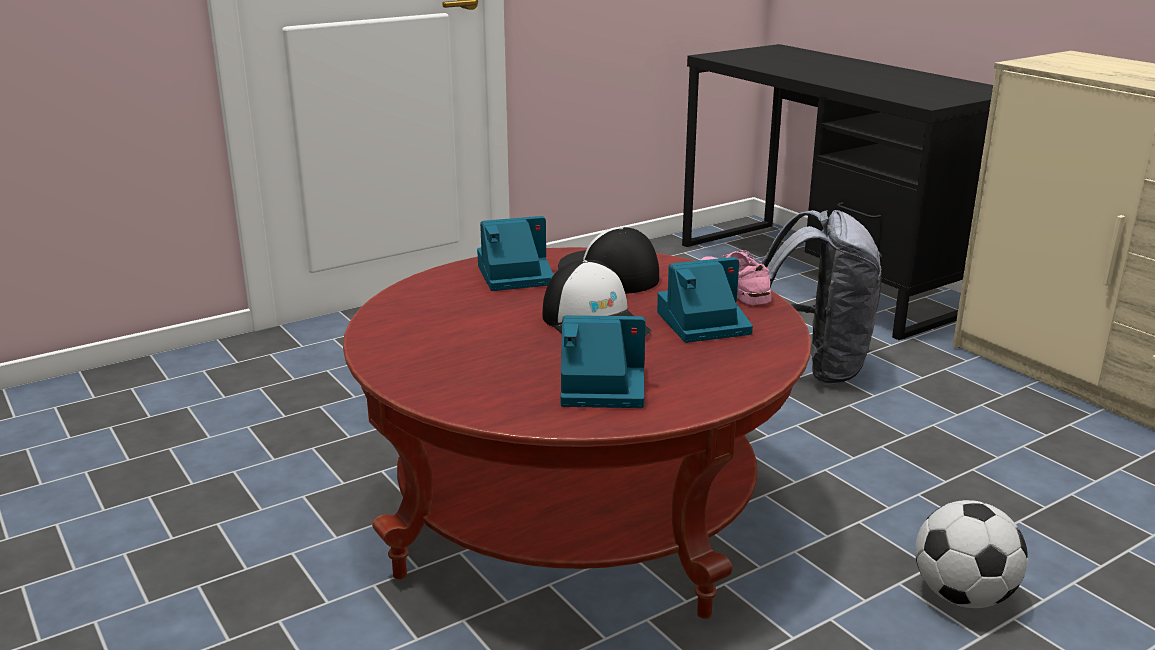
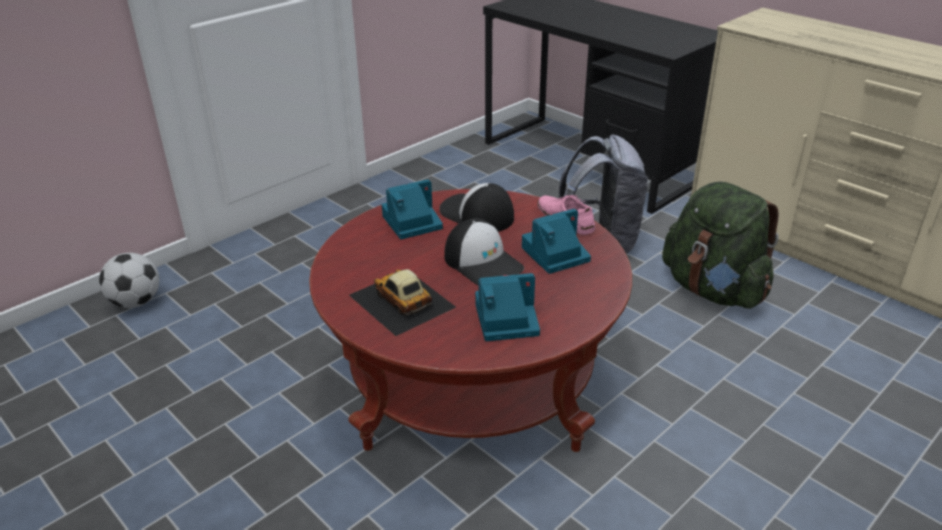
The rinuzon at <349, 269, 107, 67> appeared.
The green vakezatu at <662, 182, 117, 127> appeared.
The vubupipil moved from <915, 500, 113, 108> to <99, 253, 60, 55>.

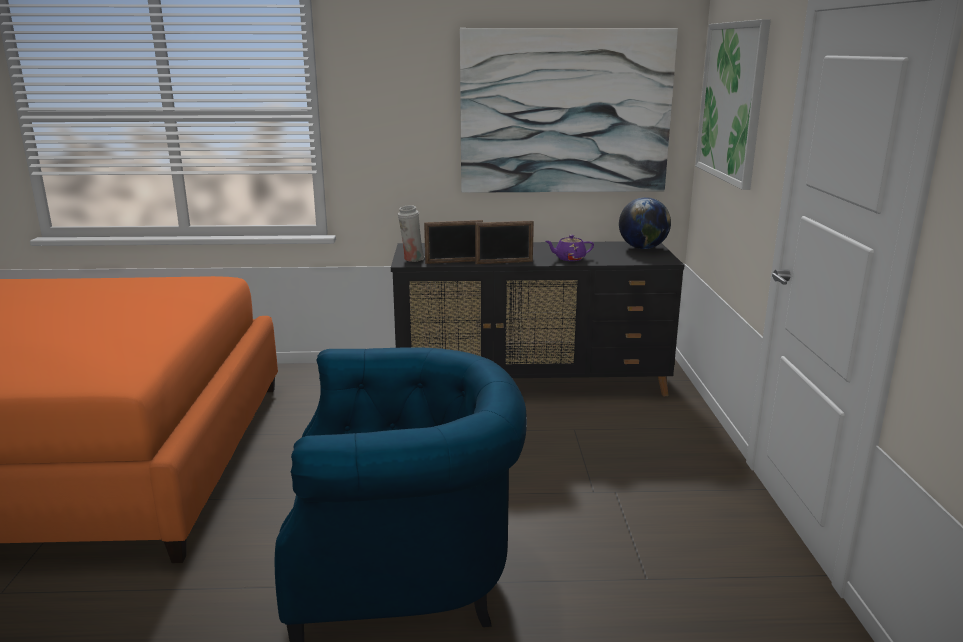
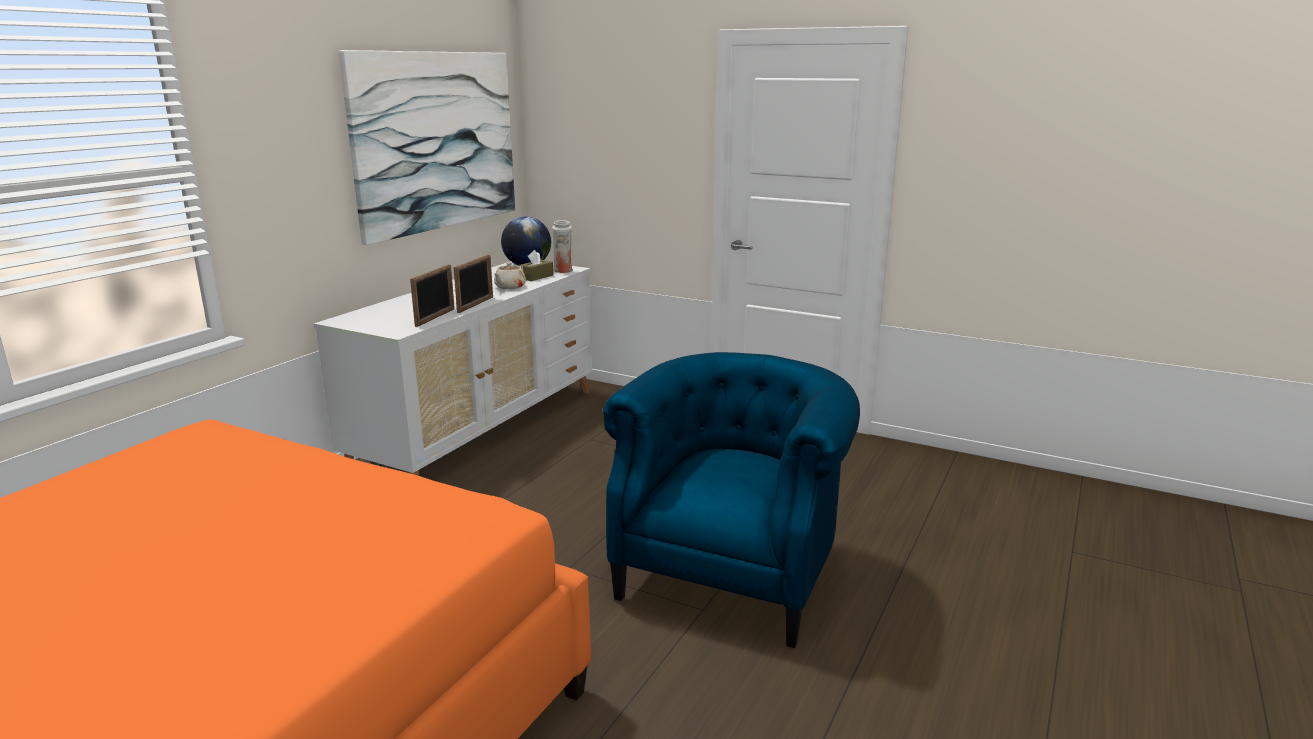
The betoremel at <695, 19, 76, 171> disappeared.
The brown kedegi at <518, 250, 36, 31> appeared.
The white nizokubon moved from <398, 205, 27, 57> to <552, 220, 21, 53>.
The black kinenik at <391, 241, 294, 156> became the white kinenik at <313, 261, 279, 215>.
The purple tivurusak at <546, 235, 48, 26> became the beige tivurusak at <494, 262, 32, 27>.

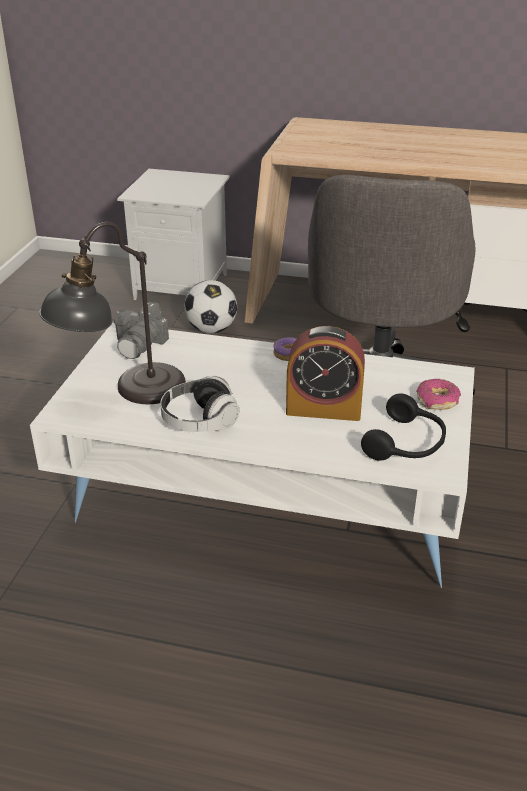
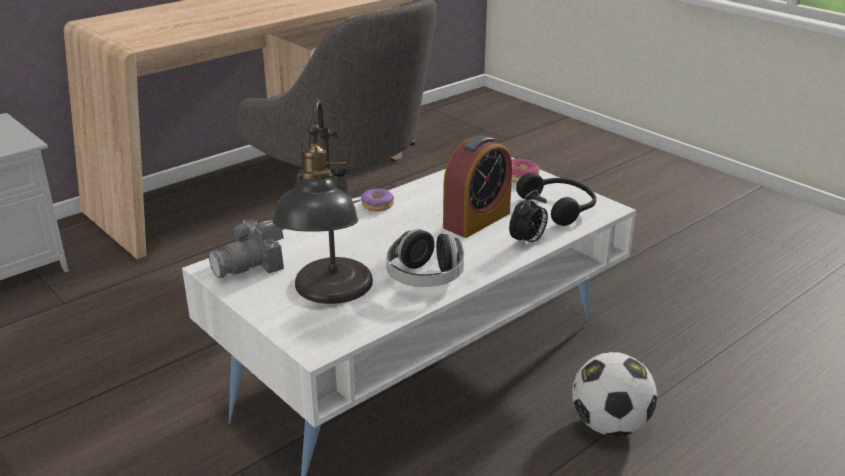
The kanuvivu at <509, 190, 39, 58> appeared.
The vubupipil moved from <184, 280, 53, 53> to <572, 352, 85, 85>.
The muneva at <114, 302, 55, 57> turned 90 degrees clockwise.

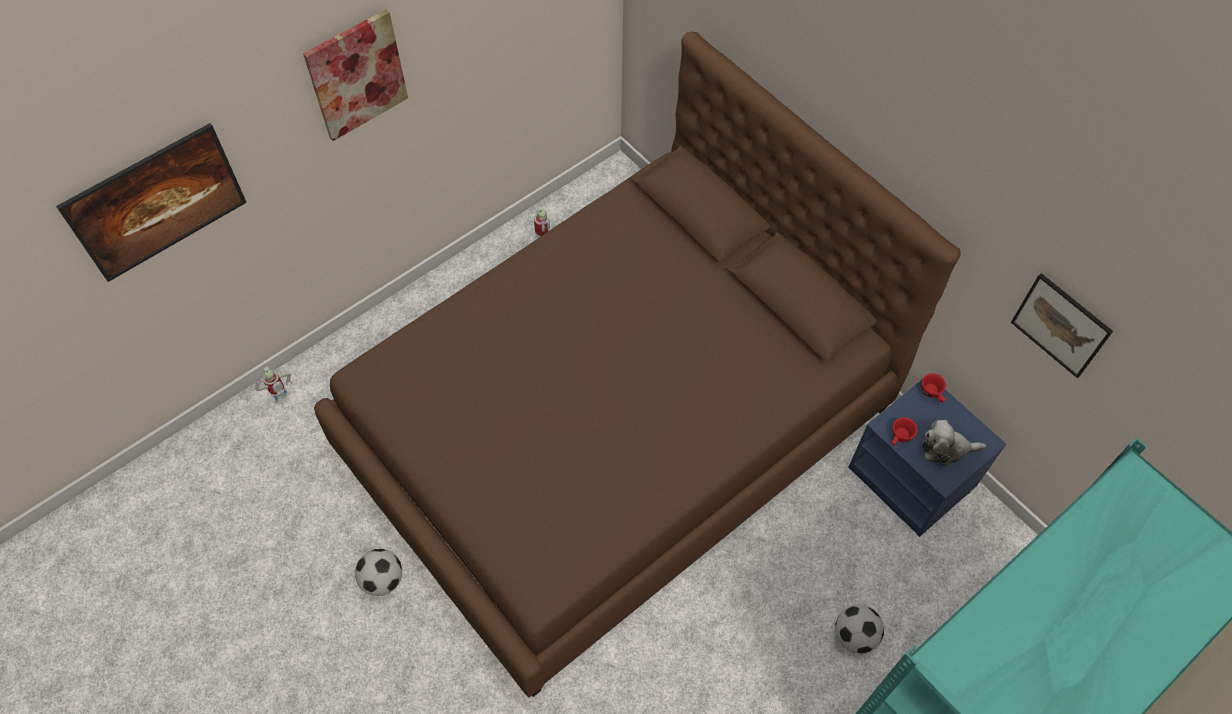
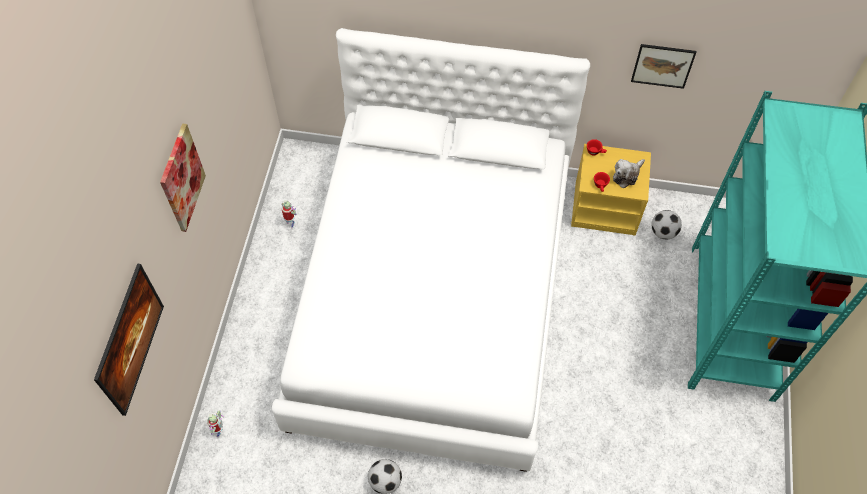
The vubupipil moved from <835, 604, 49, 50> to <651, 210, 31, 29>.
The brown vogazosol at <314, 32, 647, 666> became the white vogazosol at <272, 28, 318, 444>.
The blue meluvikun at <848, 380, 159, 157> became the yellow meluvikun at <571, 144, 80, 92>.

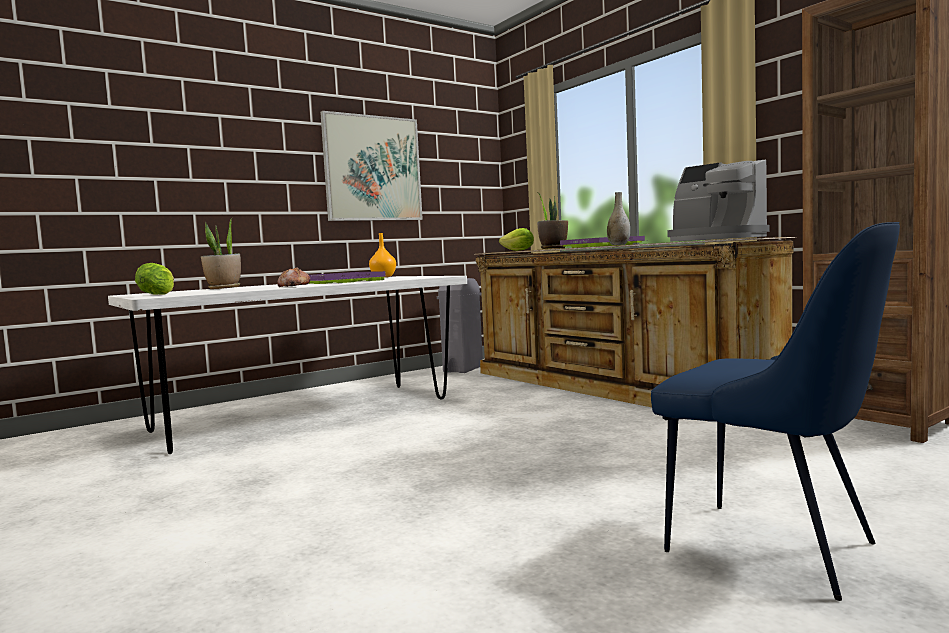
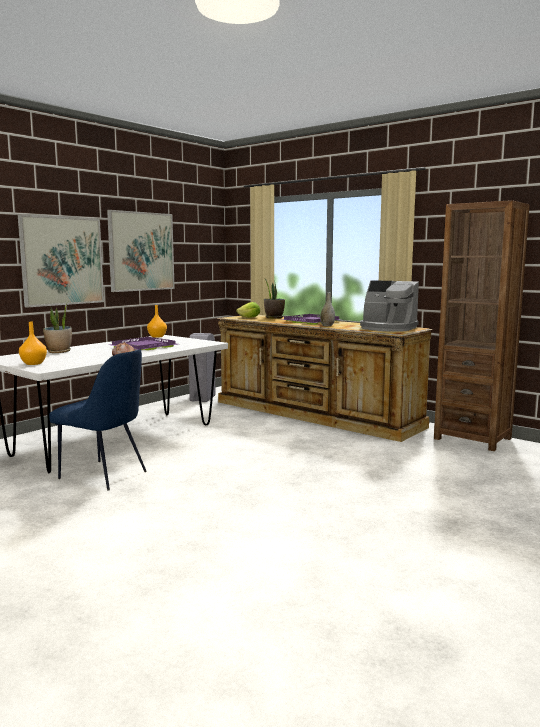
The betoremel at <18, 214, 86, 94> appeared.
The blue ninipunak moved from <651, 222, 249, 379> to <49, 349, 98, 142>.
The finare at <135, 263, 39, 32> was replaced by the orange nizokubon at <19, 322, 28, 43>.

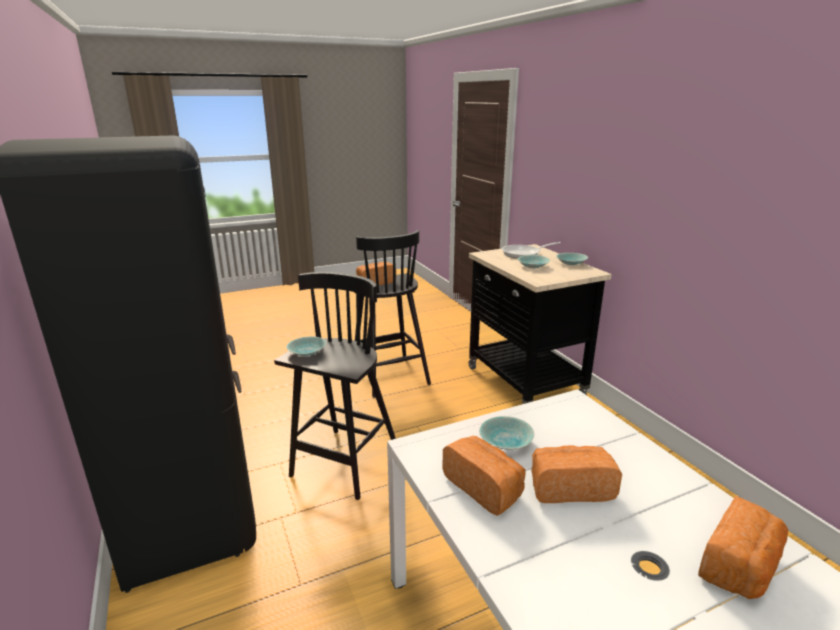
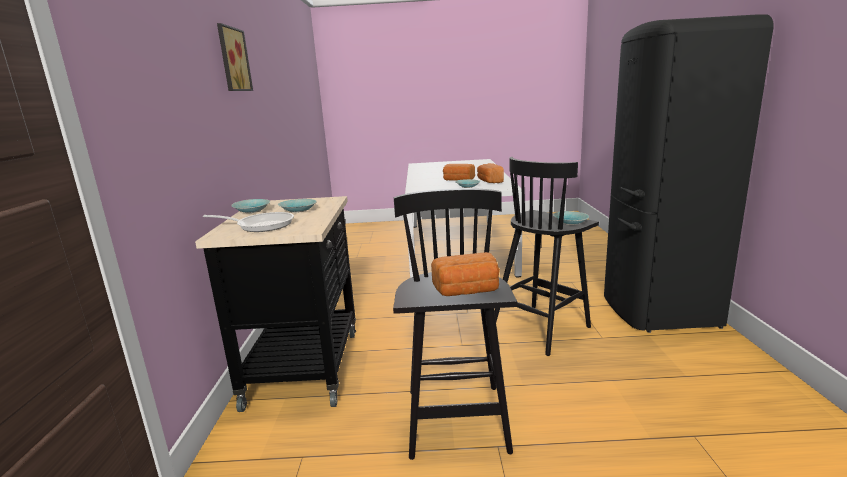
The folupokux at <698, 496, 90, 103> disappeared.
The betoremel at <217, 23, 36, 68> appeared.

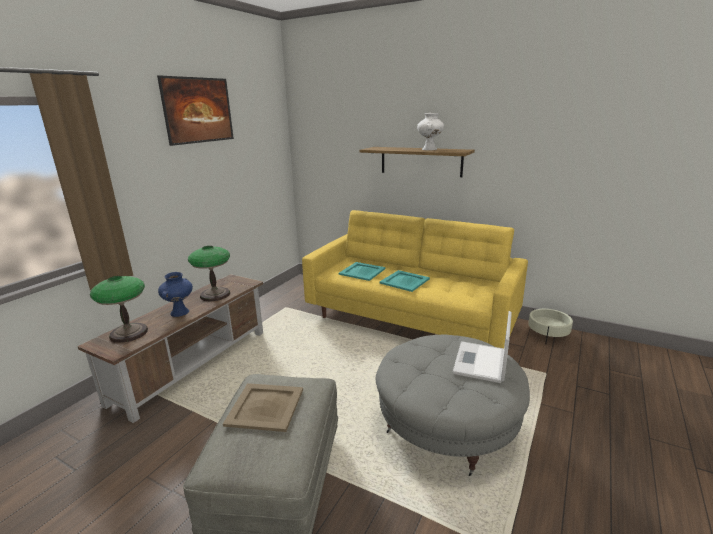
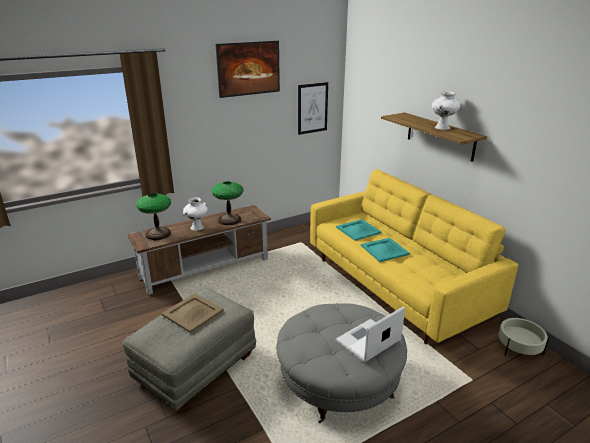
The betoremel at <298, 82, 30, 53> appeared.
The blue nizokubon at <158, 272, 35, 45> became the white nizokubon at <183, 197, 25, 34>.

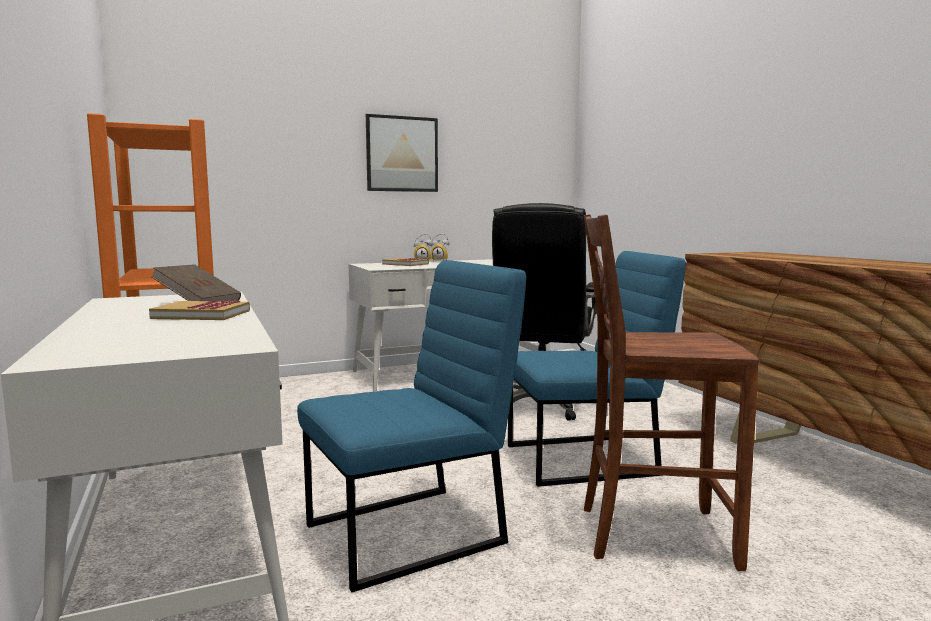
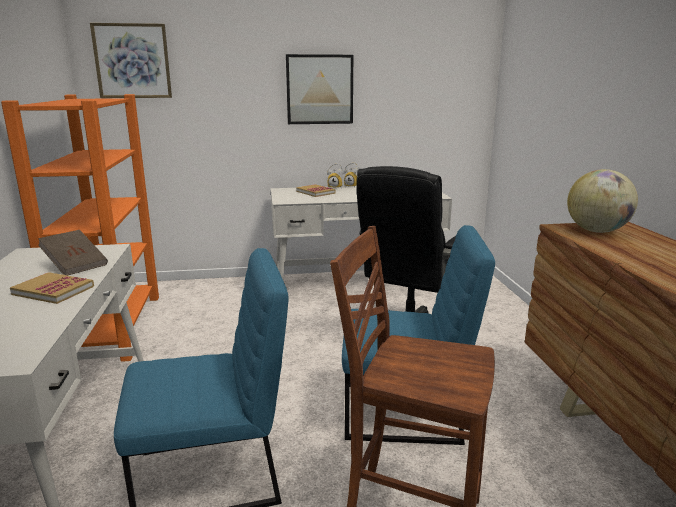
The betoremel at <90, 23, 82, 75> appeared.
The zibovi at <567, 169, 71, 64> appeared.

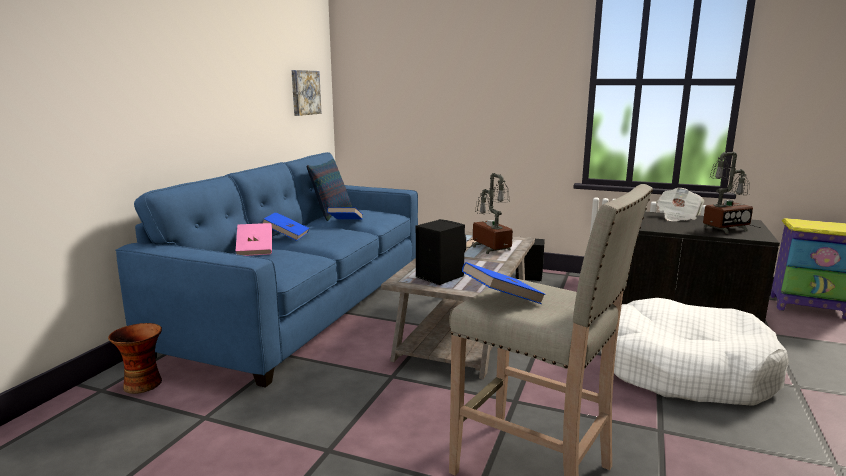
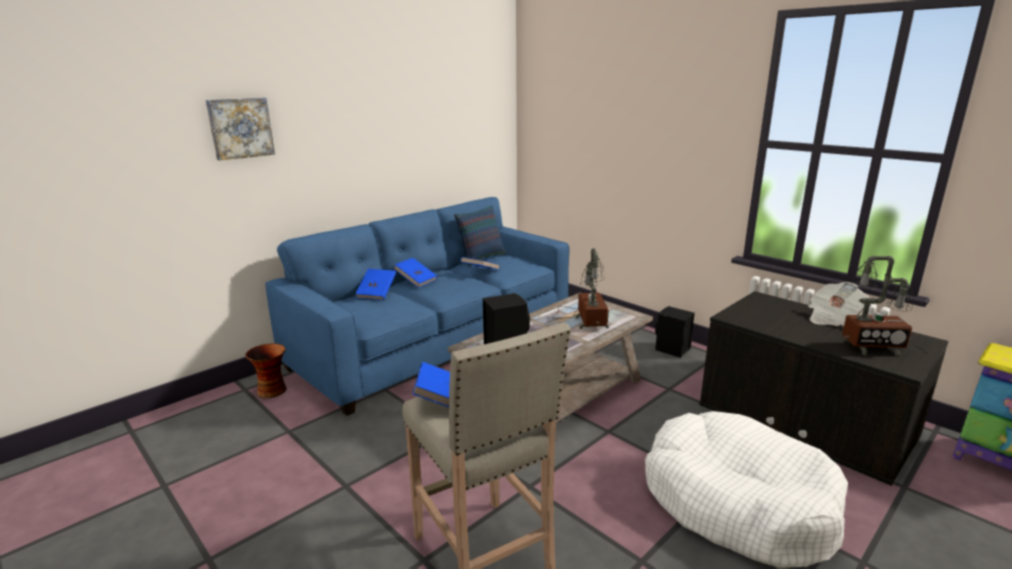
The betoremel moved from <291, 70, 31, 46> to <206, 98, 69, 63>.
The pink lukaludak at <236, 223, 36, 33> became the blue lukaludak at <355, 269, 41, 31>.

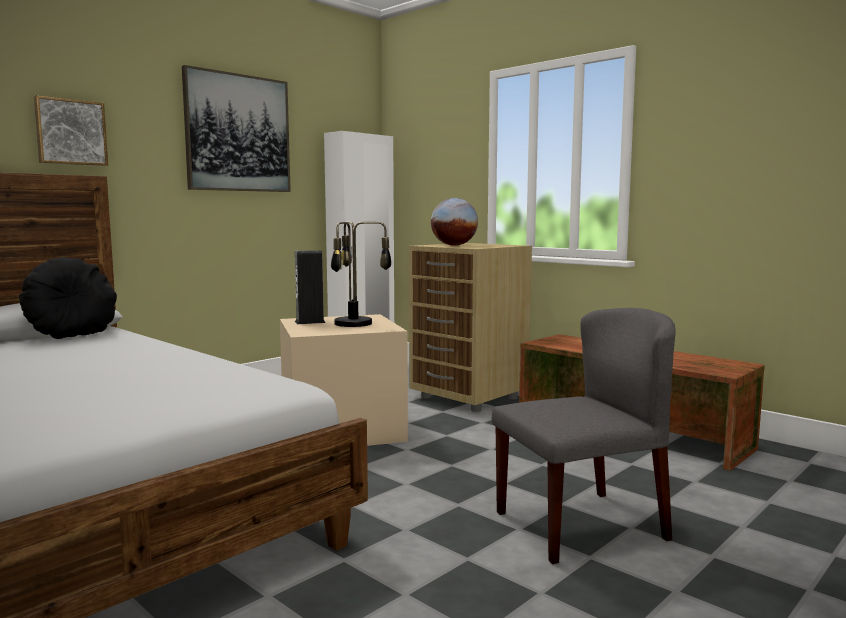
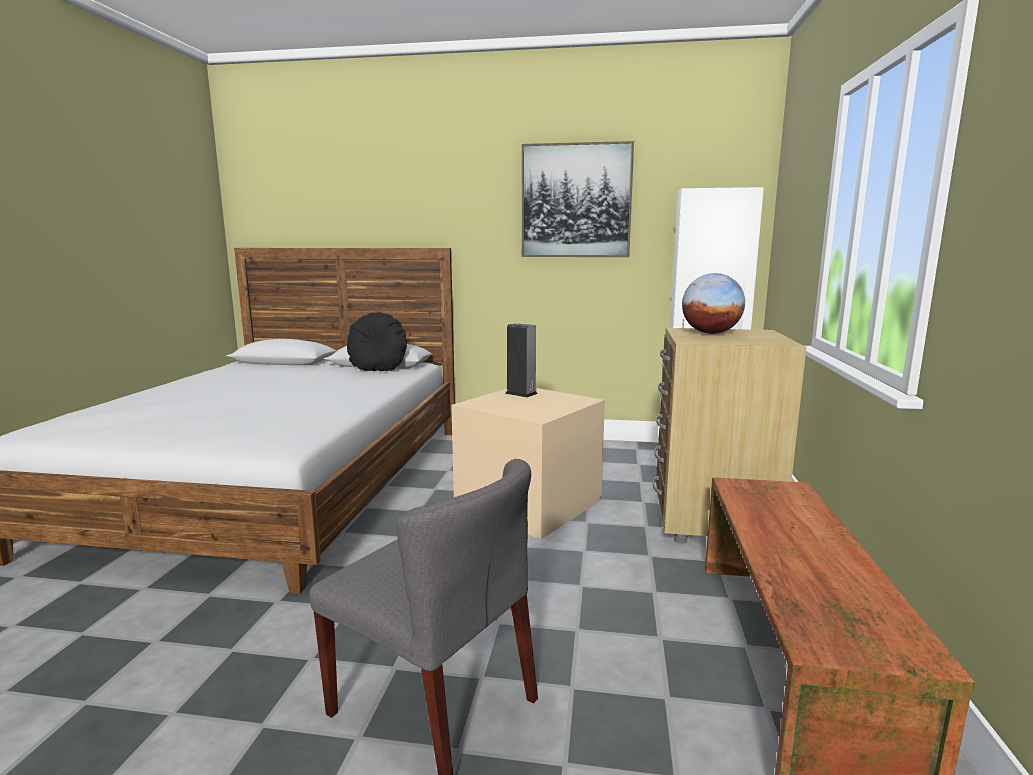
The betoremel at <34, 95, 74, 71> disappeared.
The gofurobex at <331, 222, 60, 105> disappeared.

